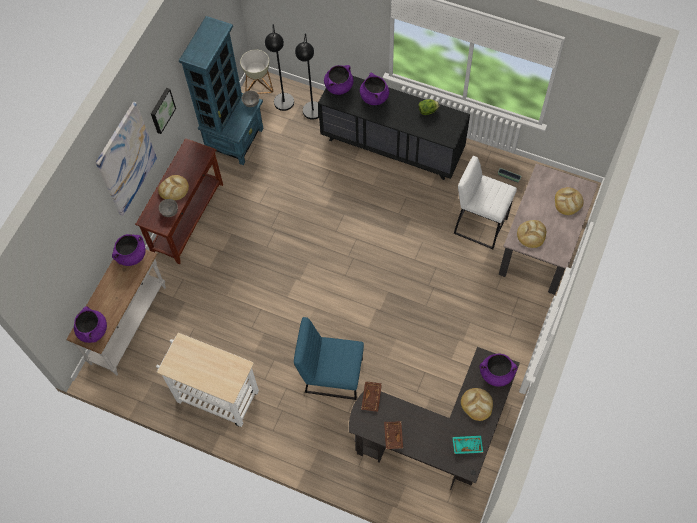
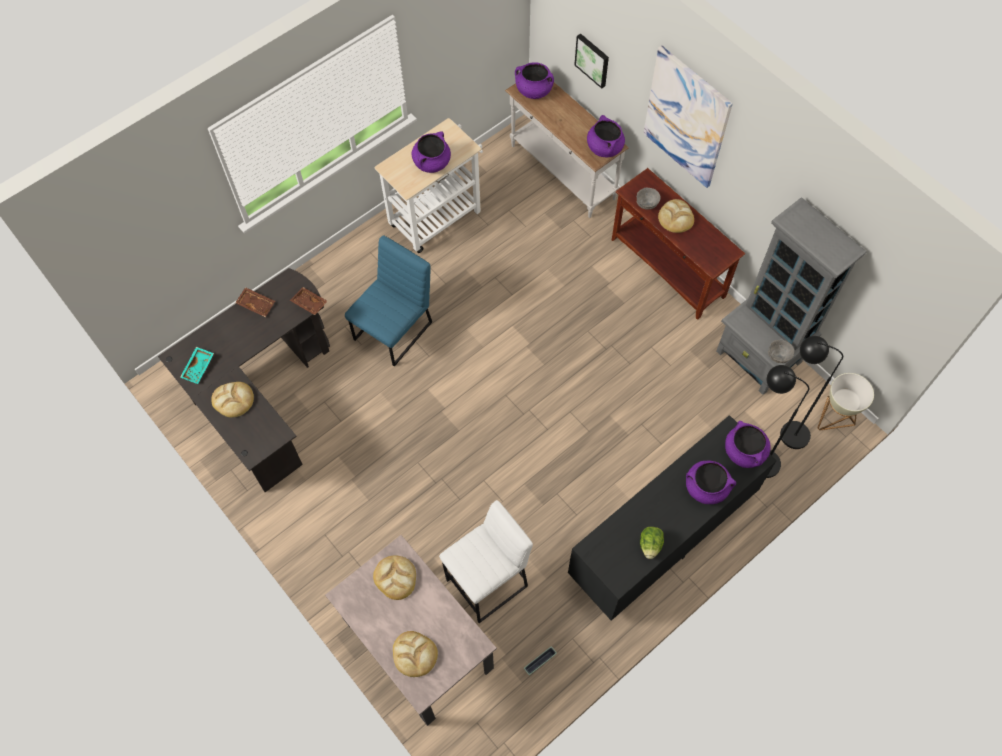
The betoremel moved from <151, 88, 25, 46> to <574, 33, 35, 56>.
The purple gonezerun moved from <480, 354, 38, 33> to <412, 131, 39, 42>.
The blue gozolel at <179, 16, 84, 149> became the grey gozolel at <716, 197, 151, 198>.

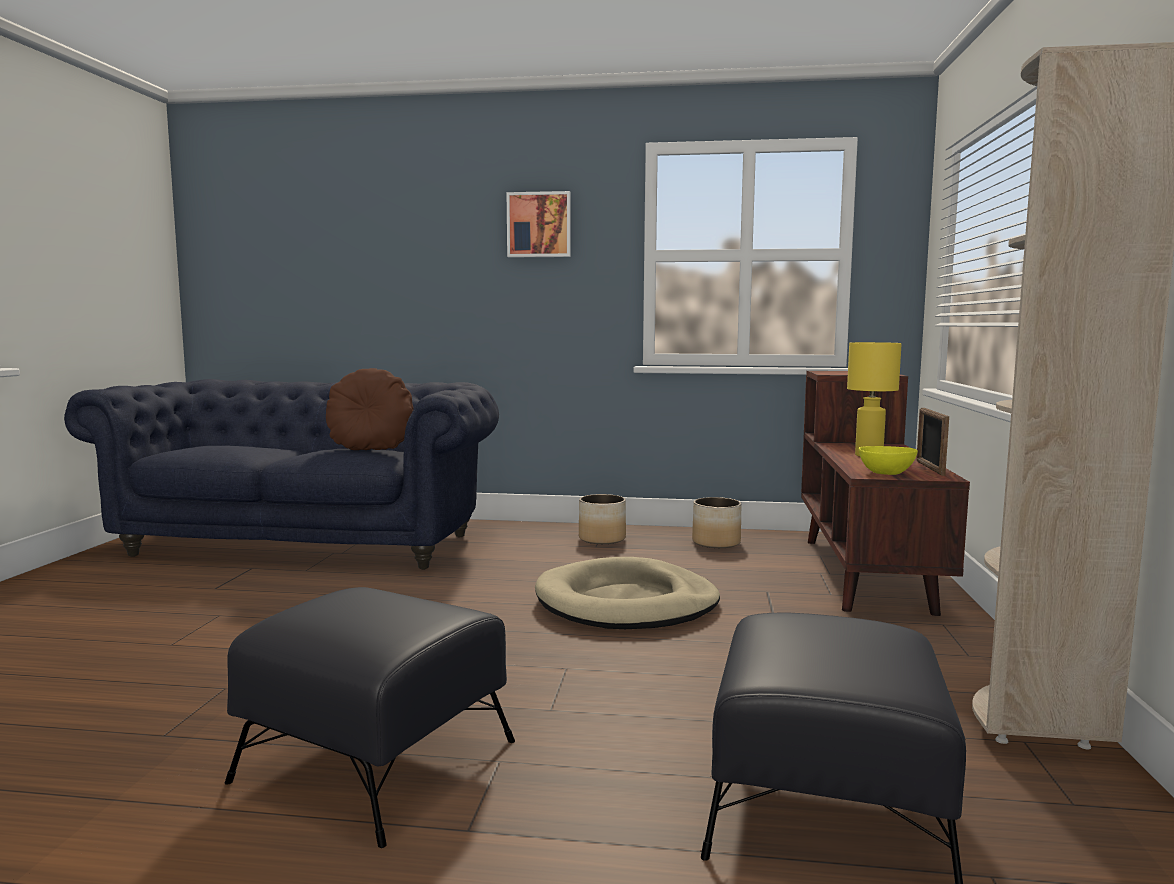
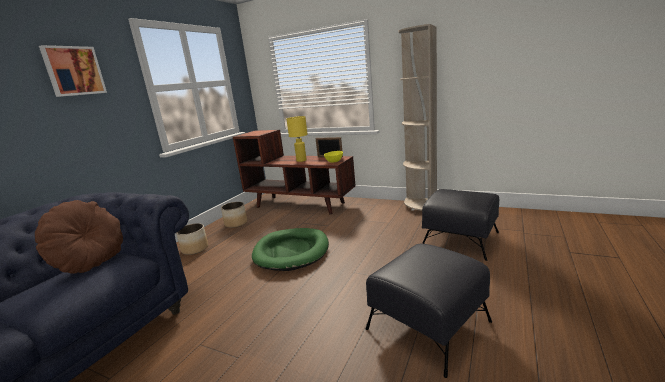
The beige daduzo at <535, 557, 185, 72> became the green daduzo at <252, 228, 77, 43>.

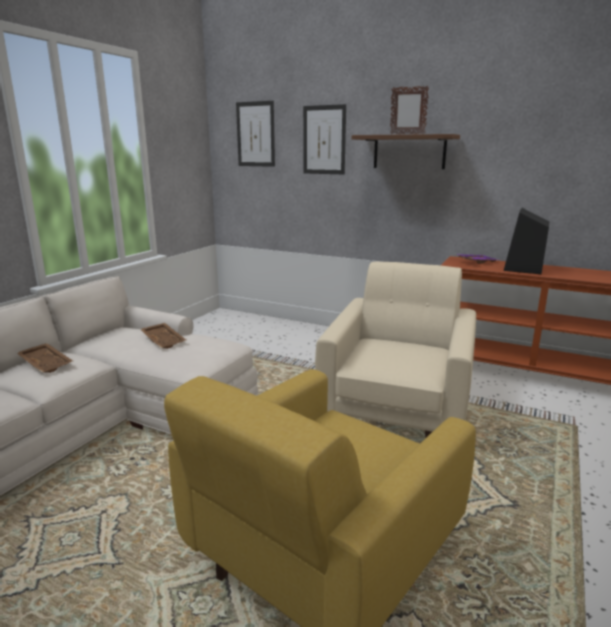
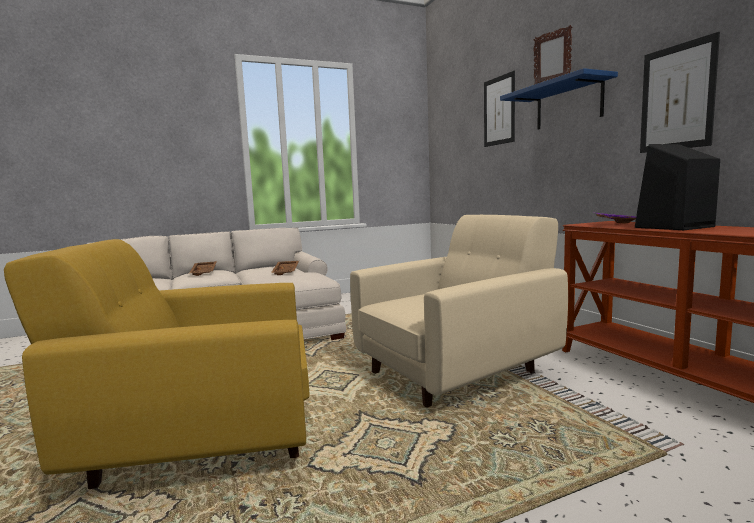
The betoremel moved from <236, 101, 39, 66> to <640, 32, 80, 121>.
The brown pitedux at <352, 134, 108, 35> became the blue pitedux at <500, 68, 118, 62>.

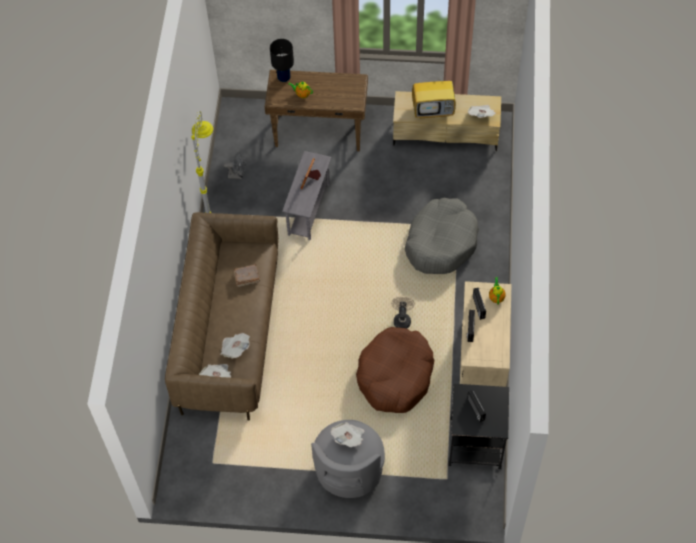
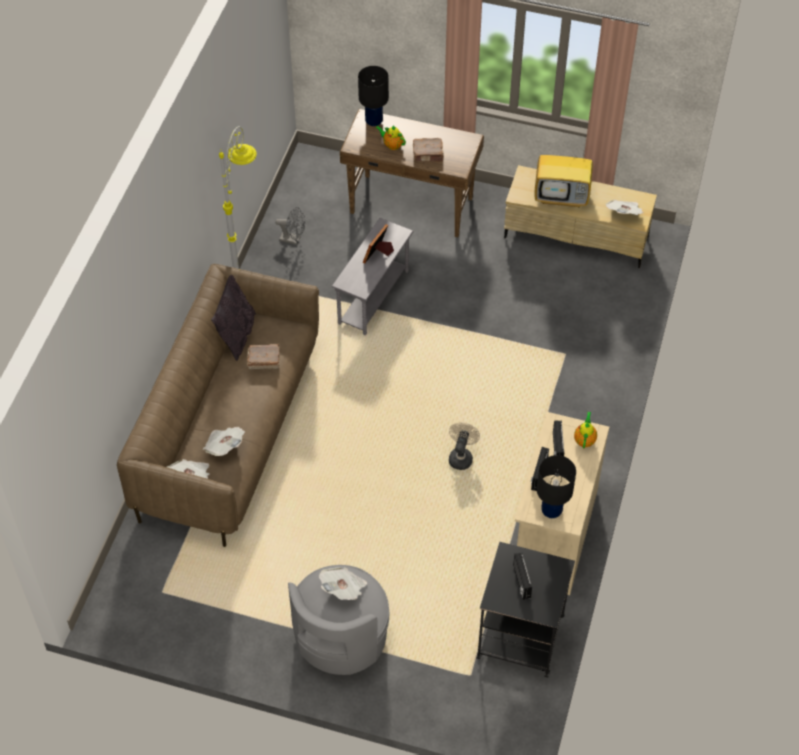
The brown daduzo at <356, 327, 79, 86> disappeared.
The grey daduzo at <405, 198, 74, 76> disappeared.
The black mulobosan at <211, 275, 45, 86> appeared.
The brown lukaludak at <413, 138, 31, 24> appeared.
The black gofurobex at <537, 455, 39, 63> appeared.

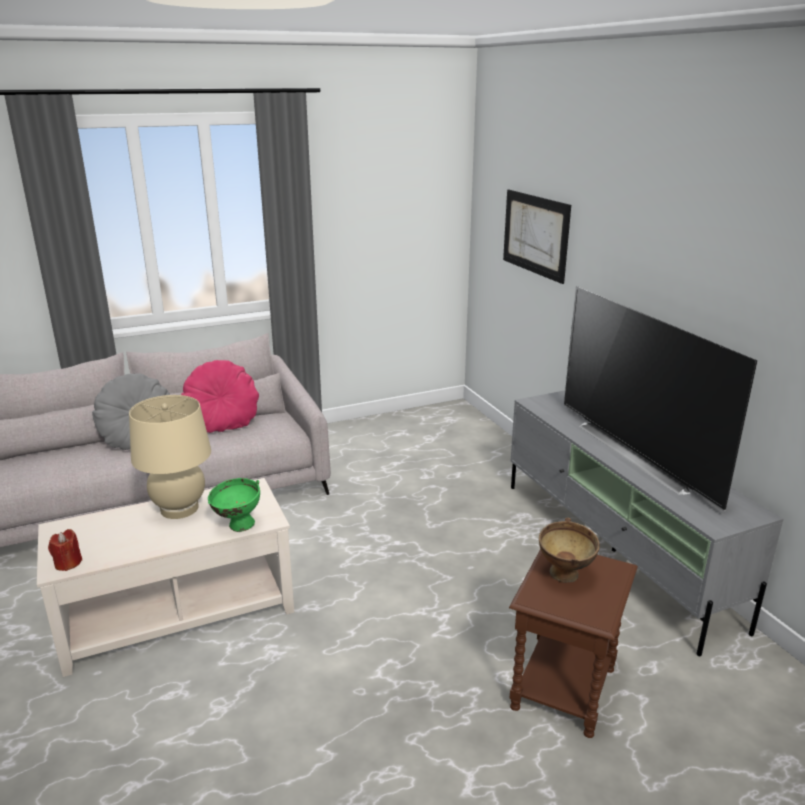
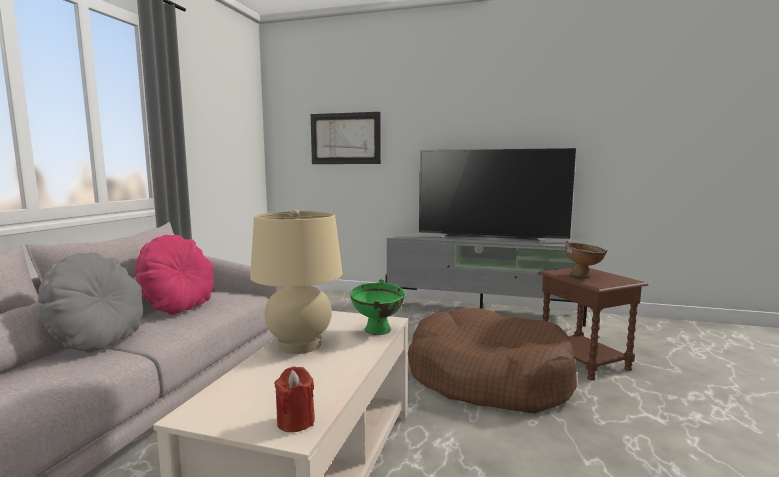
The brown daduzo at <408, 308, 169, 106> appeared.

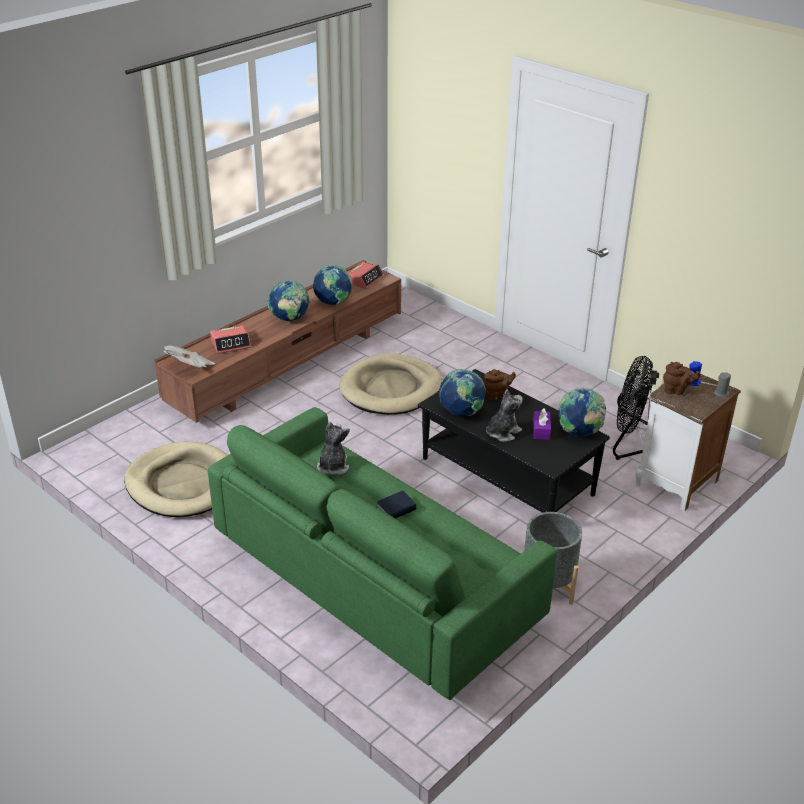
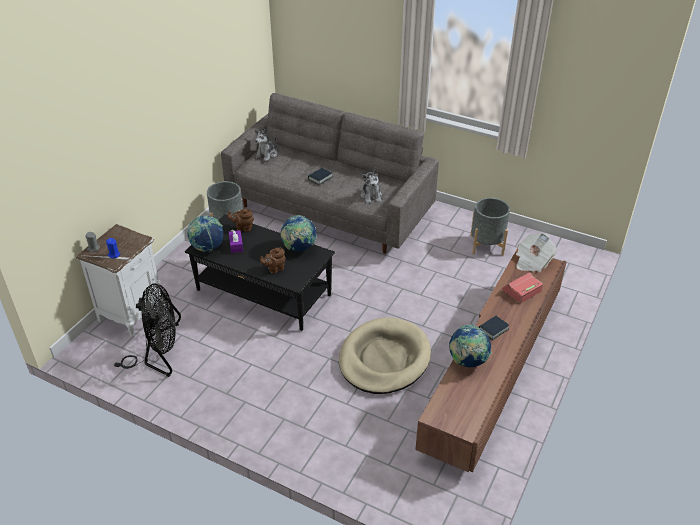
The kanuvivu at <348, 262, 36, 27> disappeared.
The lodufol moved from <486, 389, 37, 53> to <255, 129, 22, 32>.
The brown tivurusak moved from <663, 362, 38, 33> to <227, 209, 27, 23>.
The beige daduzo at <124, 441, 104, 76> was replaced by the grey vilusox at <470, 198, 40, 58>.
The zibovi at <267, 280, 43, 42> was replaced by the lukaludak at <479, 316, 30, 24>.
The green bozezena at <208, 407, 349, 293> became the grey bozezena at <221, 93, 218, 161>.

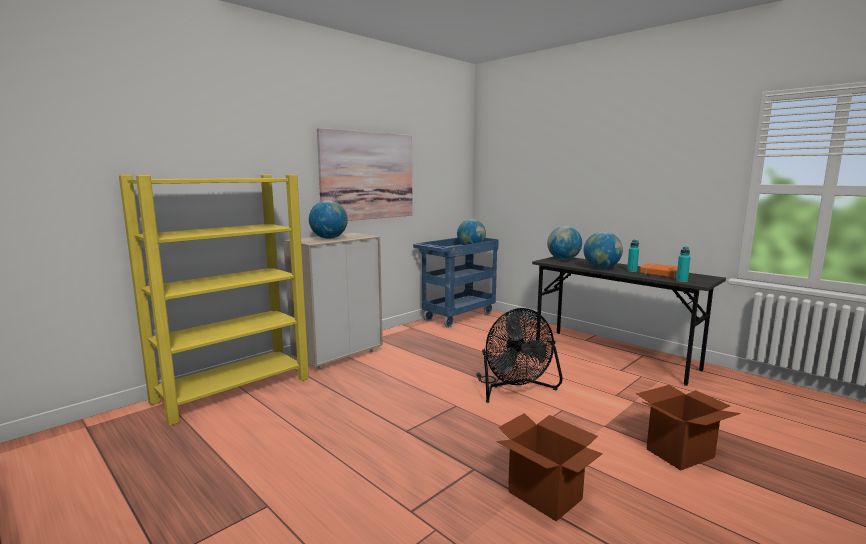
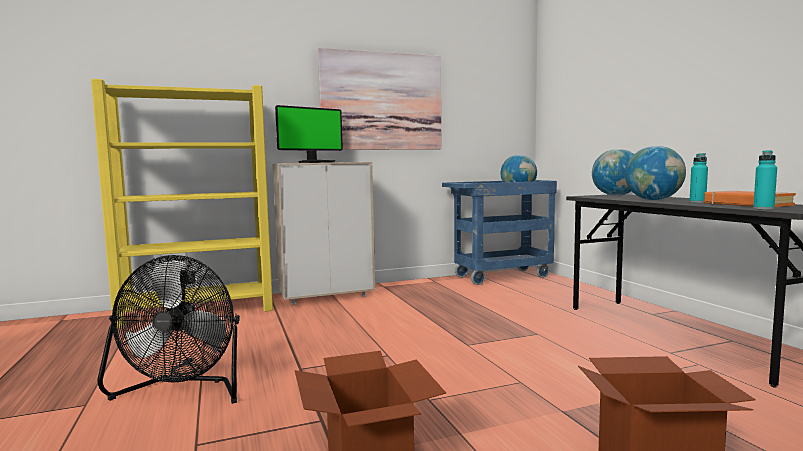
The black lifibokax moved from <476, 308, 87, 95> to <97, 255, 143, 149>.
The zibovi at <309, 200, 39, 39> was replaced by the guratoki at <275, 105, 68, 58>.

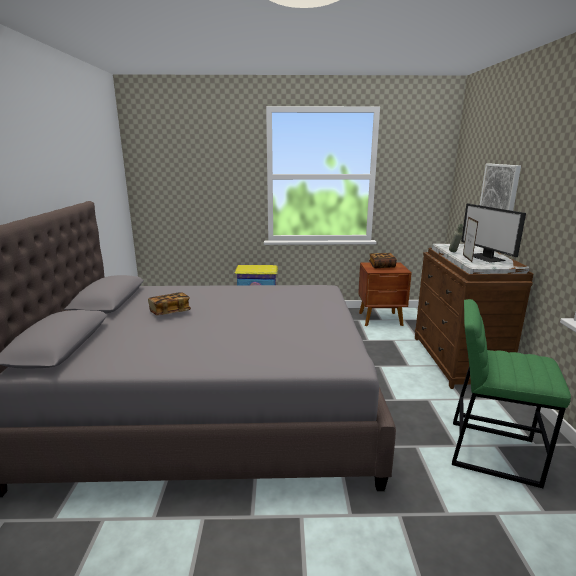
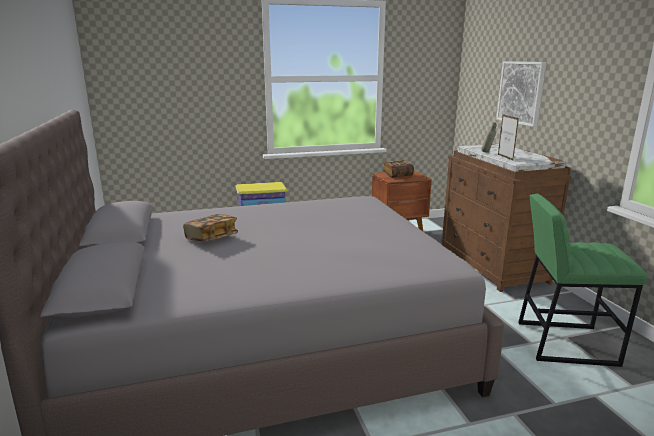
The guratoki at <461, 203, 65, 60> disappeared.

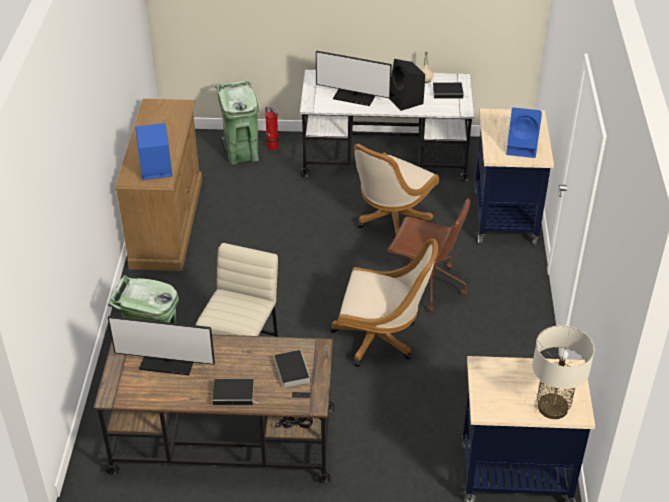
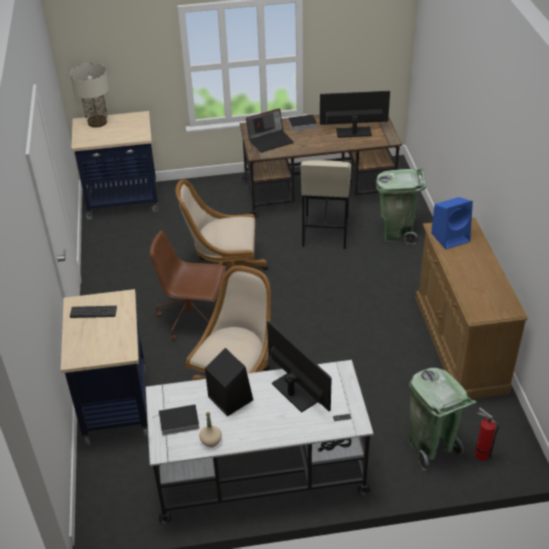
The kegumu moved from <265, 106, 14, 44> to <475, 407, 24, 54>.
The lukaludak at <274, 350, 36, 38> was replaced by the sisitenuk at <246, 108, 47, 45>.
The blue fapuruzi at <506, 107, 36, 51> was replaced by the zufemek at <70, 306, 47, 12>.
The guratoki at <316, 51, 76, 55> turned 45 degrees clockwise.

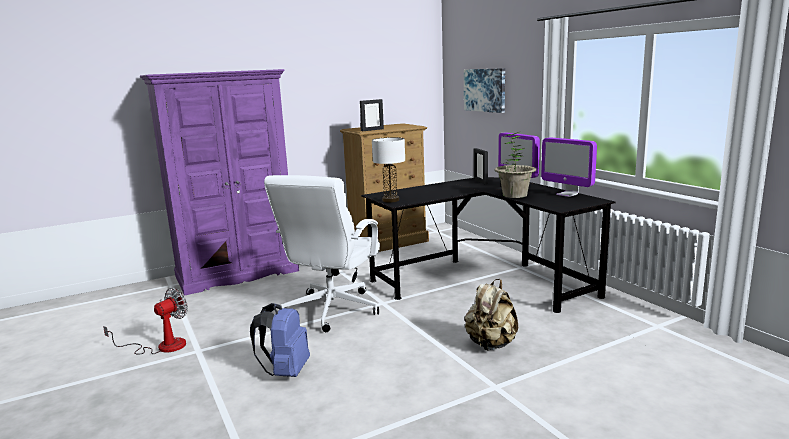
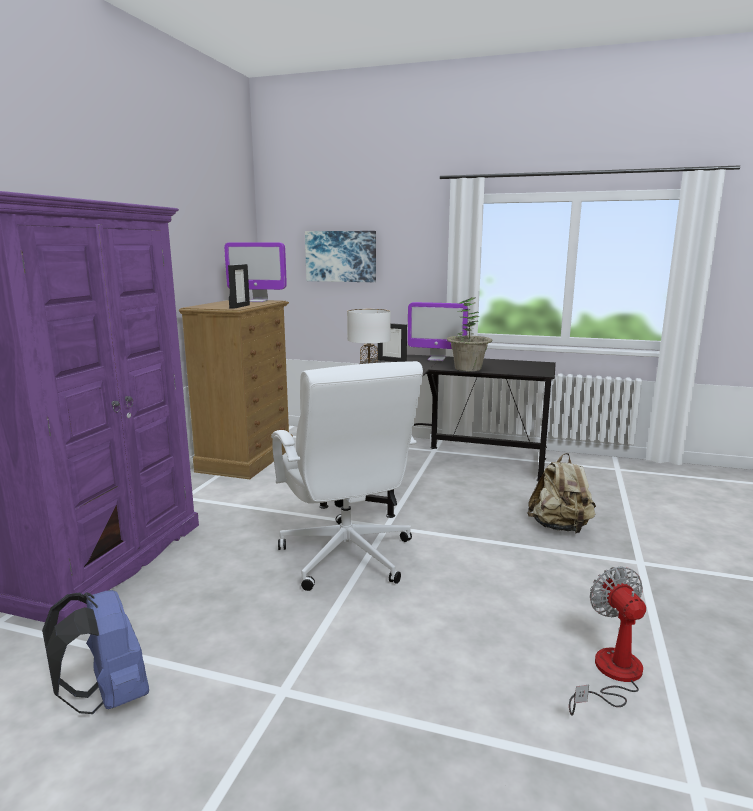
The lifibokax moved from <103, 288, 85, 66> to <569, 566, 77, 150>.
The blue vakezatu moved from <250, 303, 60, 74> to <42, 590, 107, 124>.
The guratoki moved from <541, 137, 56, 60> to <224, 242, 63, 60>.

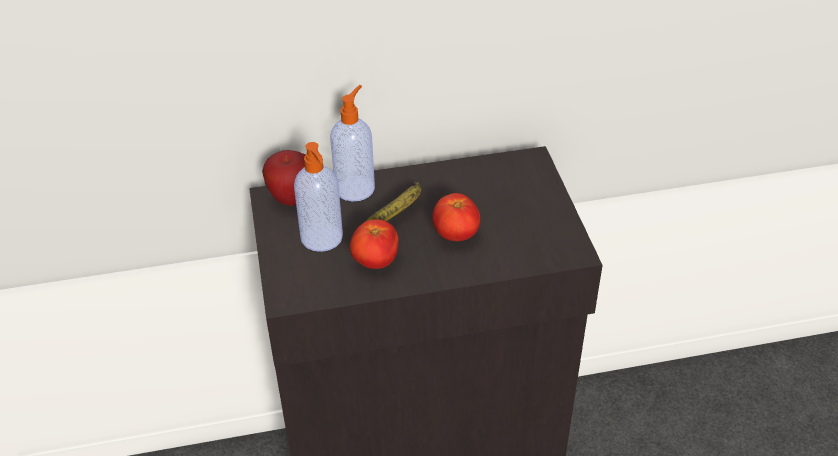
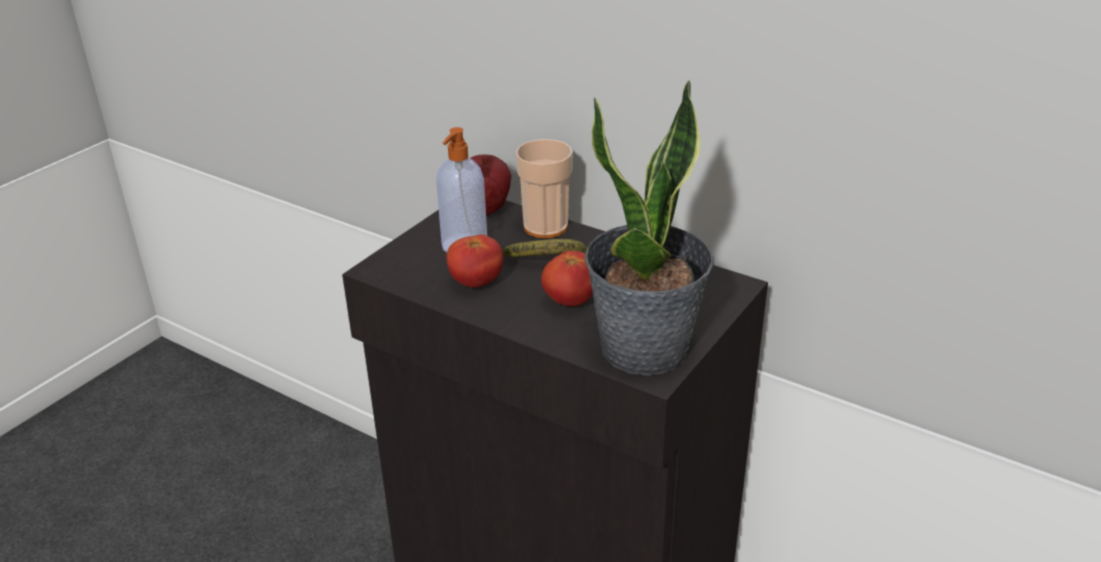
The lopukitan at <585, 80, 129, 296> appeared.
The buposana at <330, 85, 45, 117> was replaced by the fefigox at <515, 139, 58, 99>.

